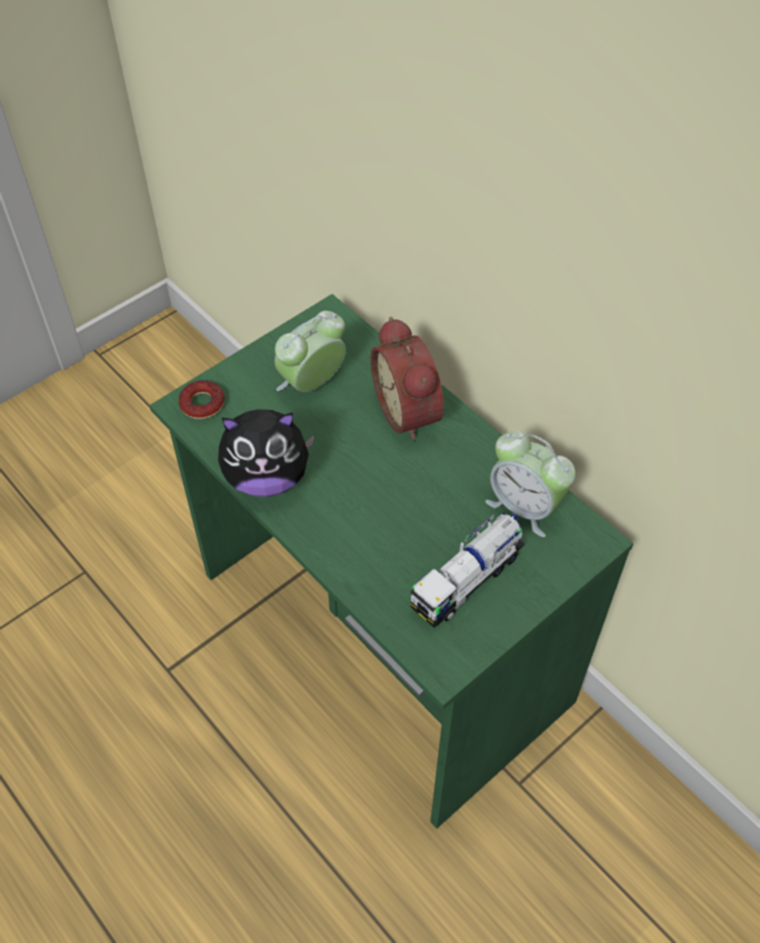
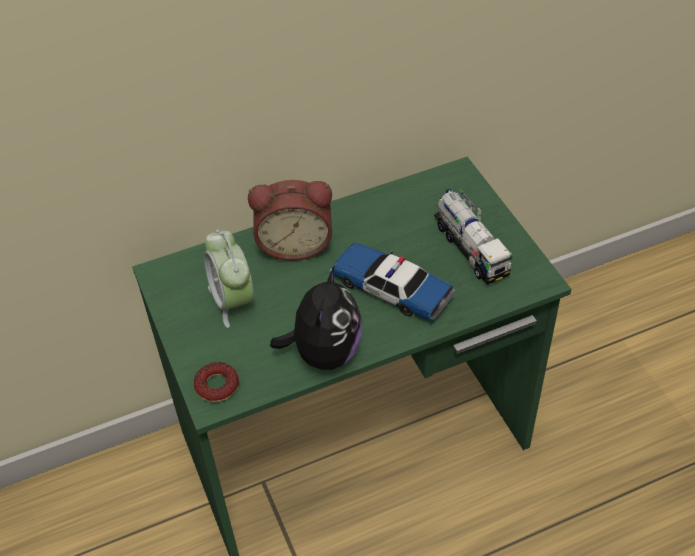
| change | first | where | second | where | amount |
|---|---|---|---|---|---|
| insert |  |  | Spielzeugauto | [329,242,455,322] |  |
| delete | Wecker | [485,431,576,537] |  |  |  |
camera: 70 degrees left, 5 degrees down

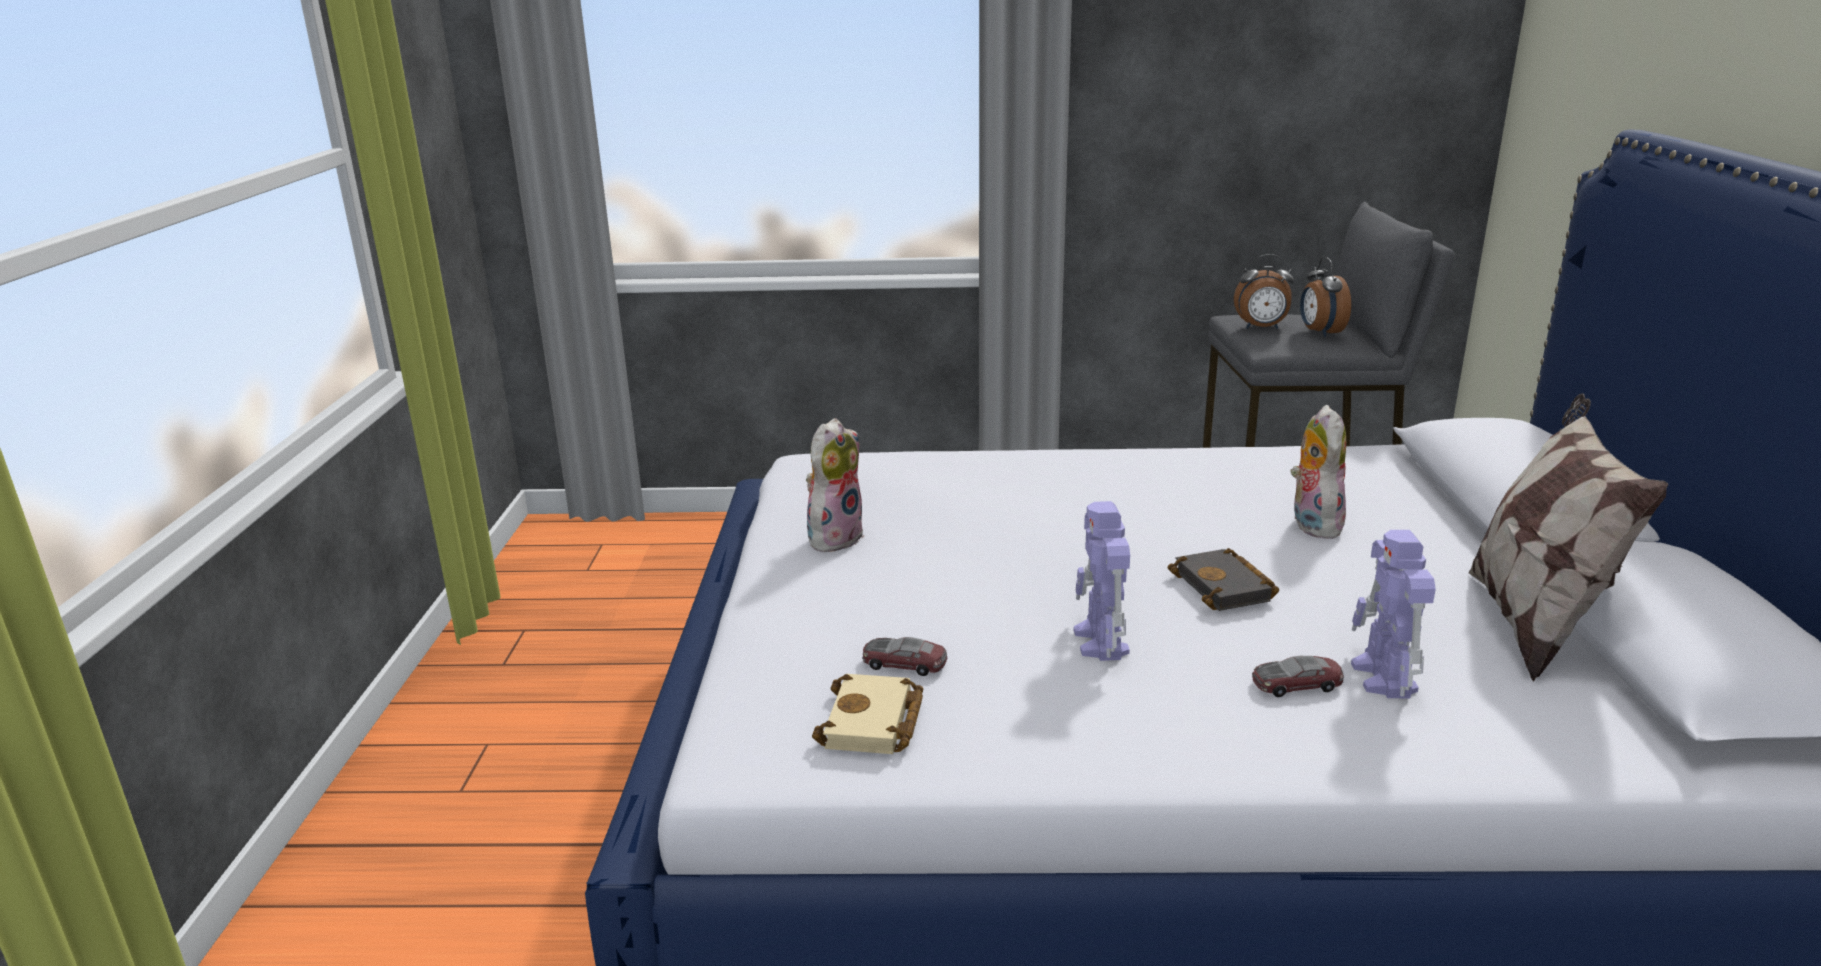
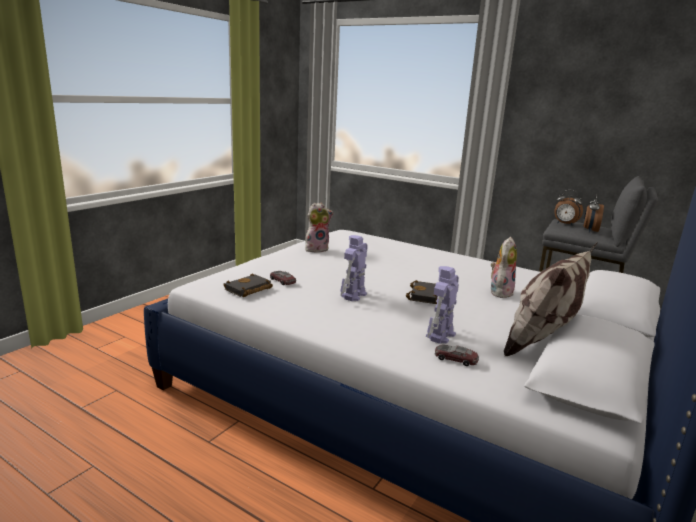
| change | first | where | second | where | amount |
|---|---|---|---|---|---|
| recolor | Buch (beige) | [812,674,923,754] | Buch (schwarz) | [223,273,273,297] |  |
| move | Spielzeugauto | [1252,656,1344,697] |  | [435,345,479,366] |  |
camera: 30 degrees right, 5 degrees down

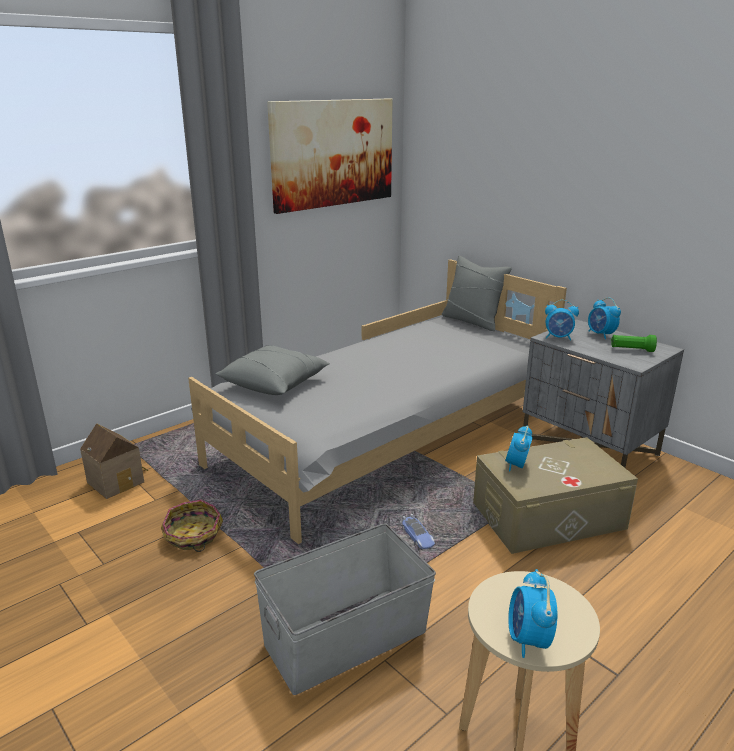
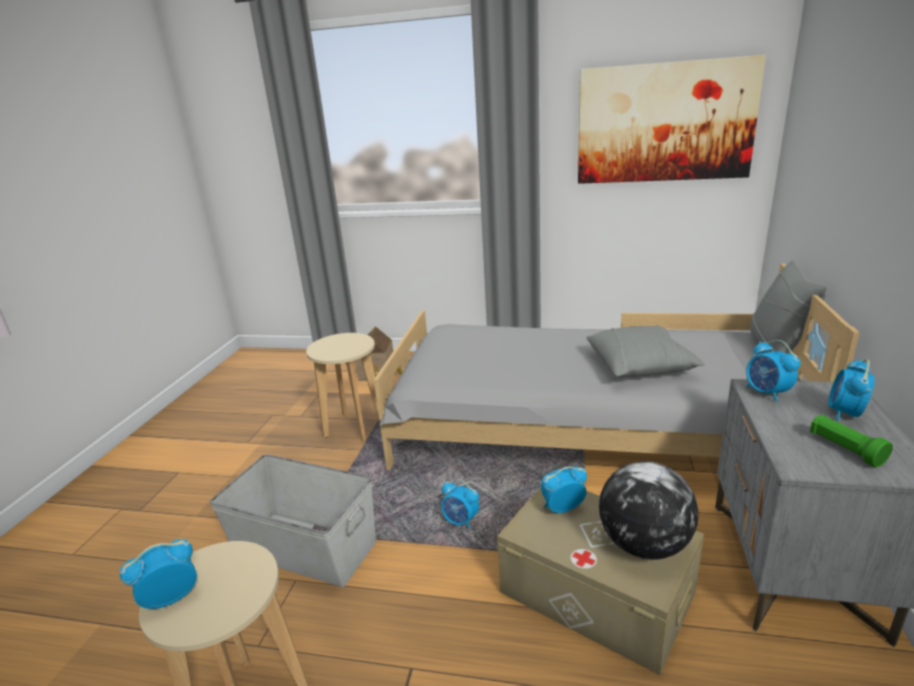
| change | first | where | second | where | amount |
|---|---|---|---|---|---|
| replace | Korb | [161,500,223,552] | Hocker (beige) | [306,333,379,442] |  |
| replace | Spielzeugauto | [402,514,435,549] | Wecker | [441,479,479,528] |  |
| move | Kissen (grau) | [215,345,330,395] |  | [586,325,705,377] |  |
| insert |  |  | Globus | [599,461,698,560] |  |
camera: 55 degrees right, 0 degrees up

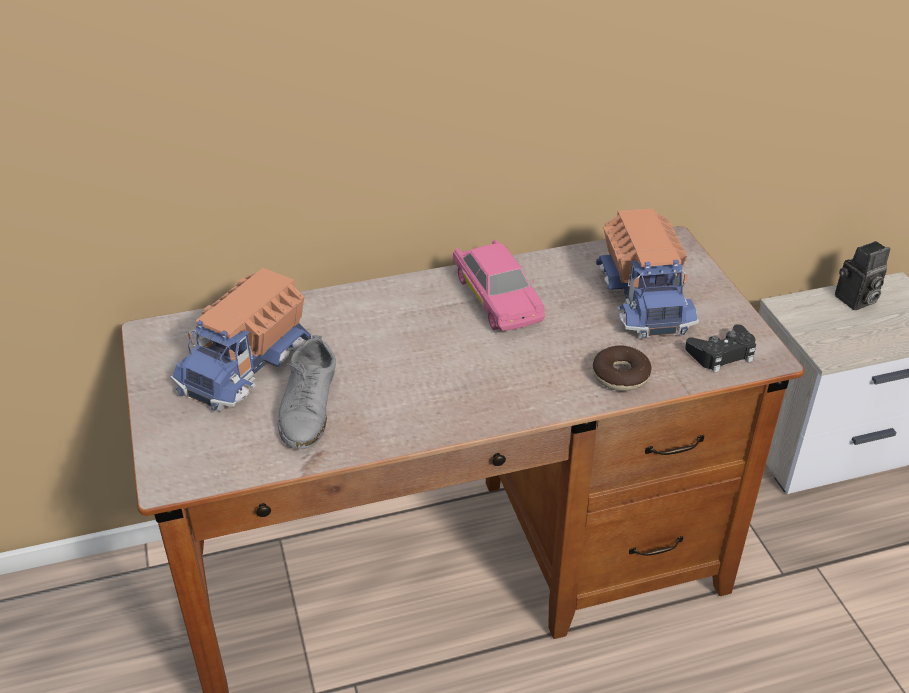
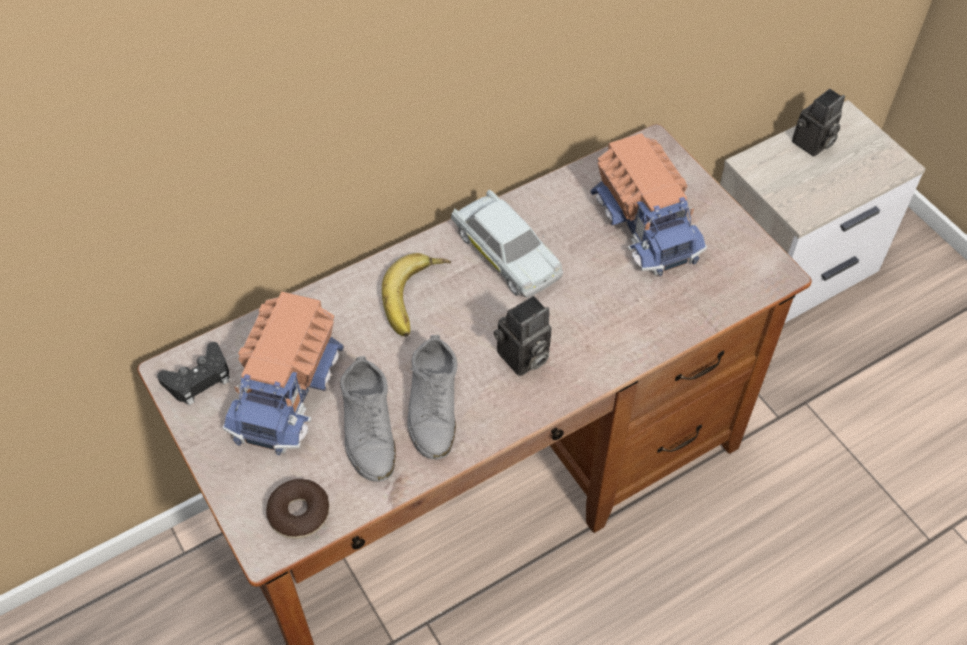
| change | first | where | second | where | amount |
|---|---|---|---|---|---|
| move | Gamepad (schwarz) | [685,324,756,373] |  | [157,342,229,405] |  |
| move | Donut | [592,346,652,391] |  | [266,479,329,539] |  |
| insert |  |  | Banane | [382,253,451,336] |  |
| insert |  |  | Schuh (grau) | [408,335,457,459] |  |
| recolor | Spielzeugauto (rosa) | [453,239,545,331] | Spielzeugauto (weiß) | [451,190,563,298] |  |
| insert |  |  | Kamera | [494,296,552,376] |  |
camera: 15 degrees left, 15 degrees up

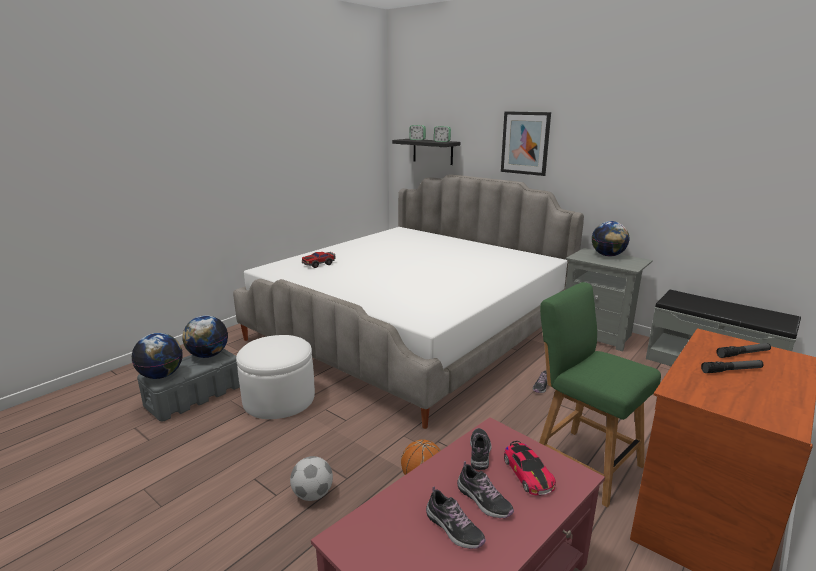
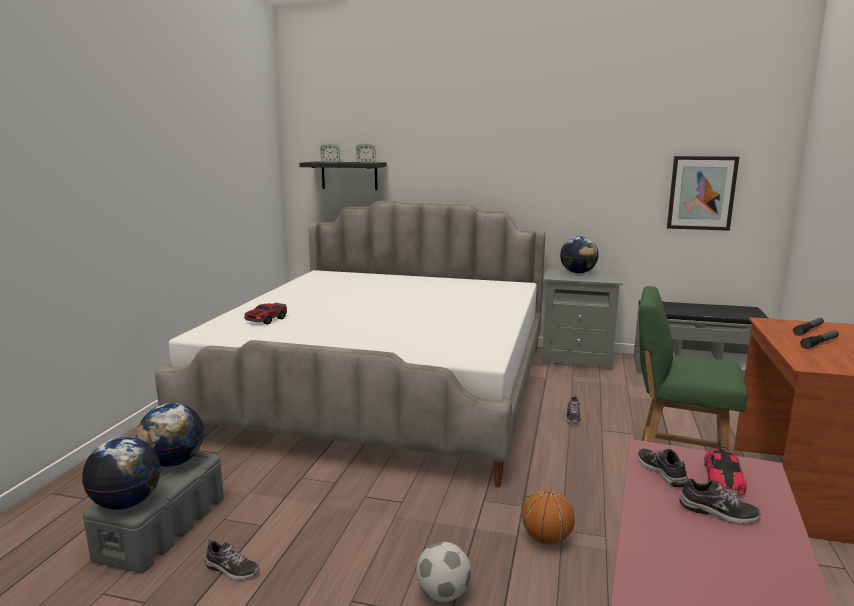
| change | first | where | second | where | amount |
|---|---|---|---|---|---|
| move | Schuh | [426,486,486,549] |  | [205,539,260,580] |  |
| move | Bild | [501,111,551,176] |  | [667,156,739,231] |  |
| rotate | Spielzeugauto | [504,441,556,496] |  | [704,446,747,496] | 60 degrees clockwise |
| delete | Polsterhocker (weiß) | [236,335,315,419] |  |  |  |
camera: 25 degrees left, 5 degrees down

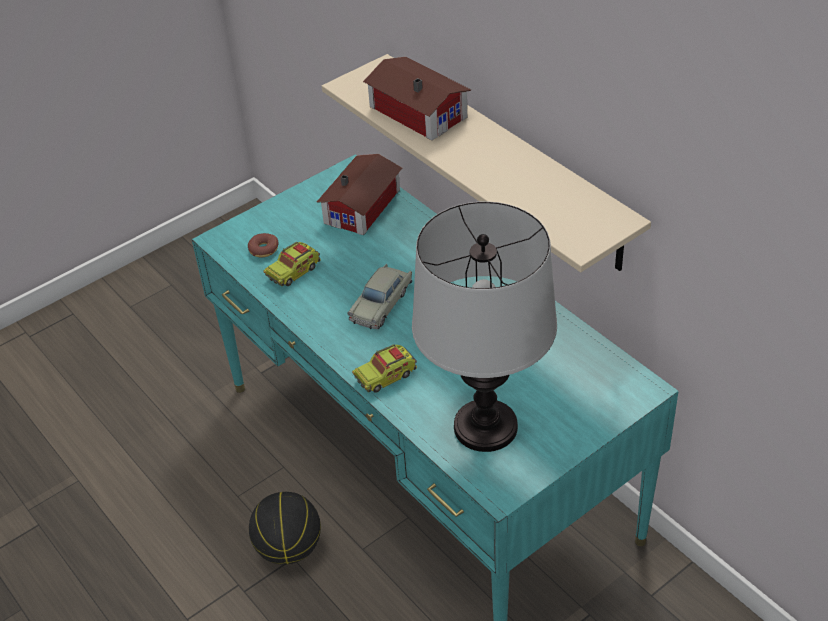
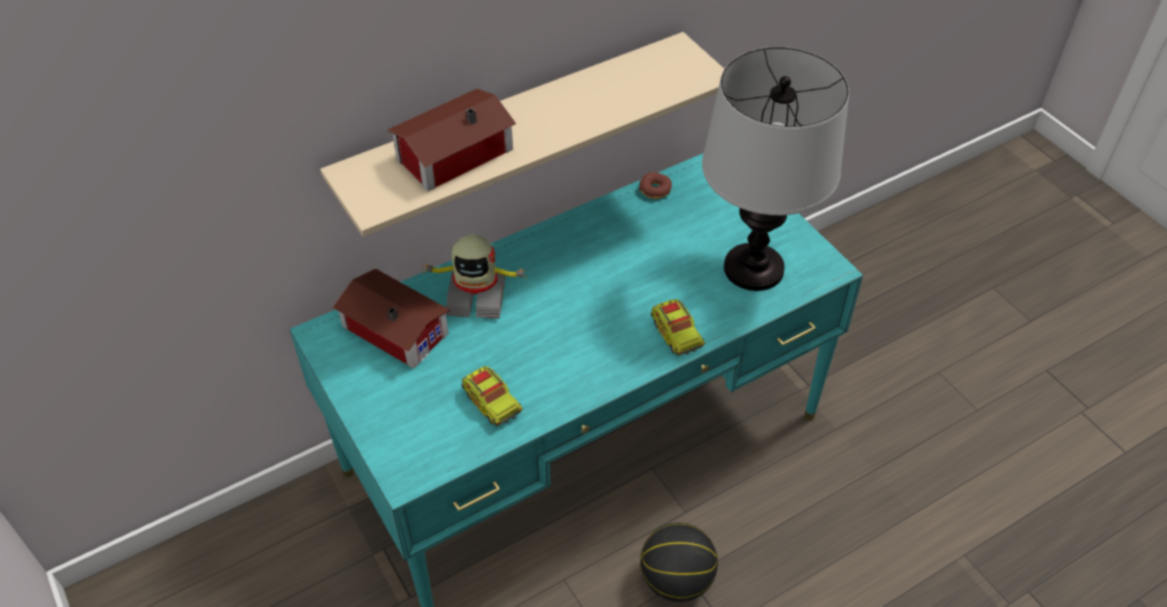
| change | first | where | second | where | amount |
|---|---|---|---|---|---|
| insert |  |  | Spielzeugroboter | [421,235,528,319] |  |
| move | Donut | [248,233,279,257] |  | [639,172,672,199] |  |
| delete | Spielzeugauto (beige) | [347,264,412,329] |  |  |  |
camera: 85 degrees left, 5 degrees up

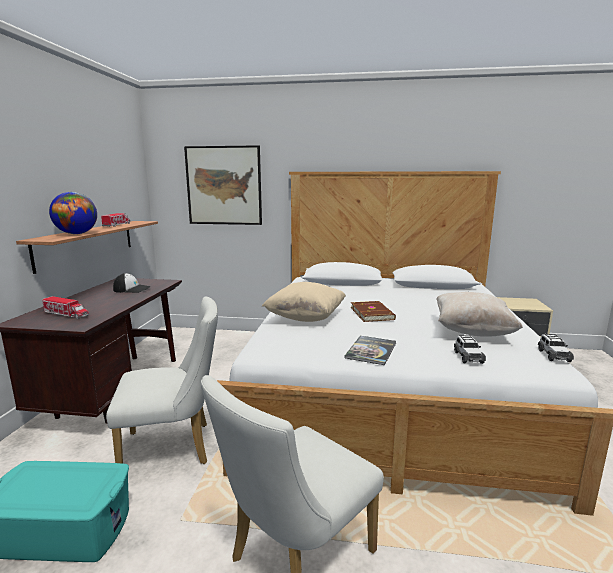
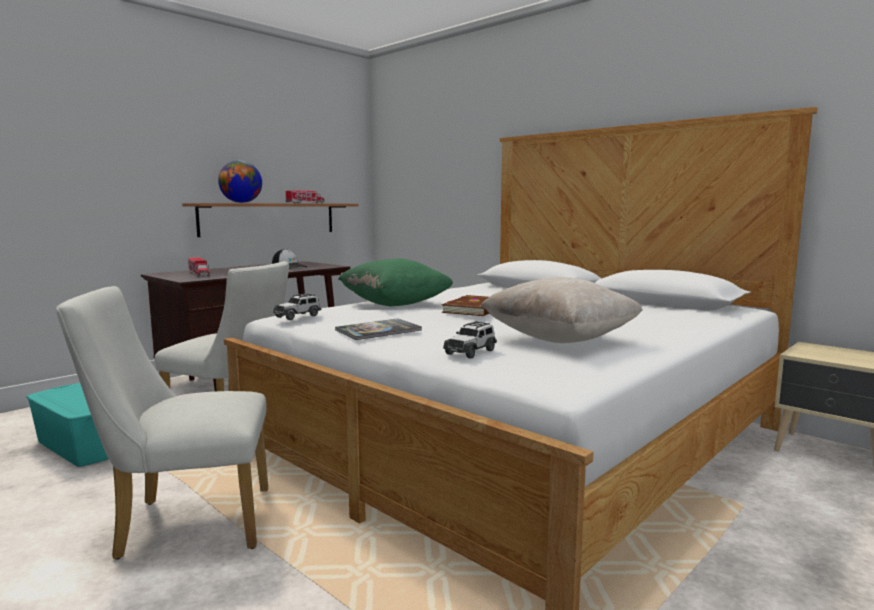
| change | first | where | second | where | amount |
|---|---|---|---|---|---|
| move | Spielzeugauto | [538,334,574,362] |  | [273,293,321,320] |  |
| recolor | Kissen (beige) | [262,282,346,322] | Kissen (grün) | [338,259,453,306] |  |
| delete | Bild | [184,145,262,225] |  |  |  |
camera: 35 degrees right, 5 degrees down

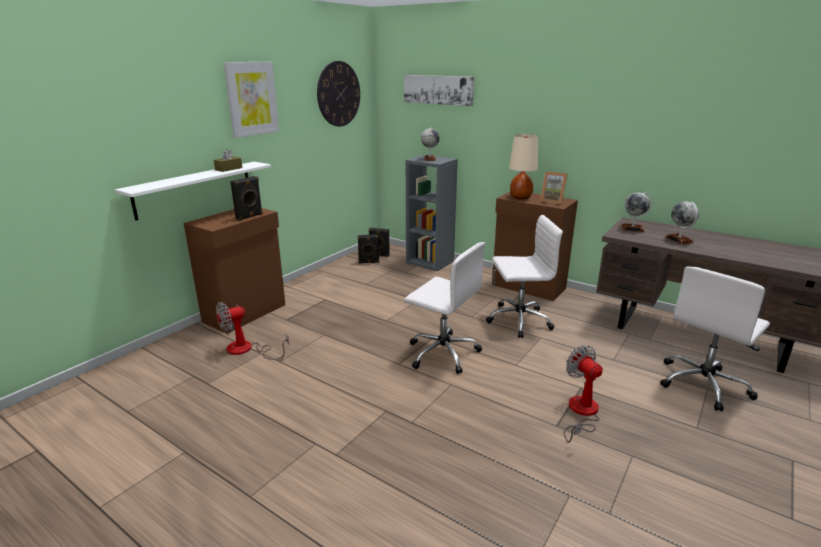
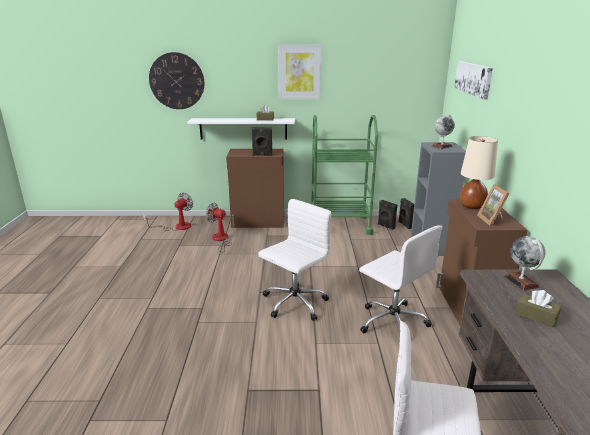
| change | first | where | second | where | amount |
|---|---|---|---|---|---|
| move | Ventilator | [564,345,603,442] |  | [143,193,193,231] |  |
| move | Wanduhr | [317,61,360,127] |  | [149,52,204,109] |  |
| rotate | Bürostuhl (weiß) | [404,242,485,374] |  | [258,199,331,321] | 135 degrees counterclockwise |
| insert |  |  | Rollwagen (grün) | [312,115,378,235] |  |
| replace | Globus | [665,201,699,245] | Taschentuchbox (braun) | [516,290,561,327] |  |
camera: 55 degrees right, 0 degrees up

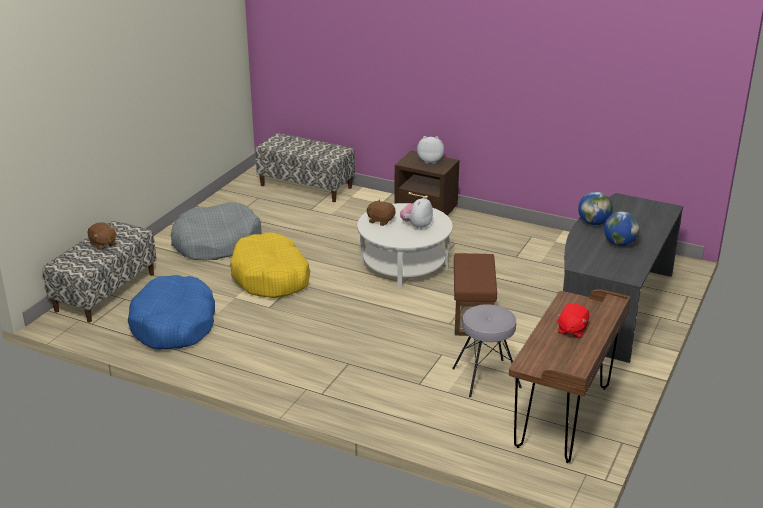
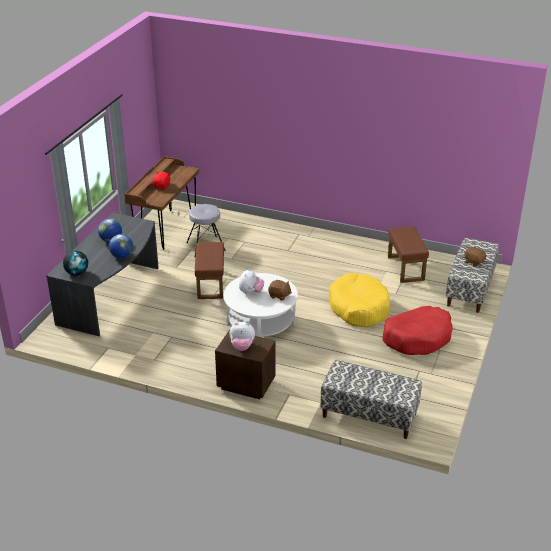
| change | first | where | second | where | amount |
|---|---|---|---|---|---|
| insert |  |  | Globus | [63,251,88,276] |  |
| recolor | Hundebett (grau) | [171,202,262,260] | Hundebett (rot) | [382,306,452,355] |  |
| replace | Hundebett (blau) | [128,275,215,350] | Polsterhocker (braun) | [388,226,429,283] |  |
camera: 175 degrees right, 5 degrees up

